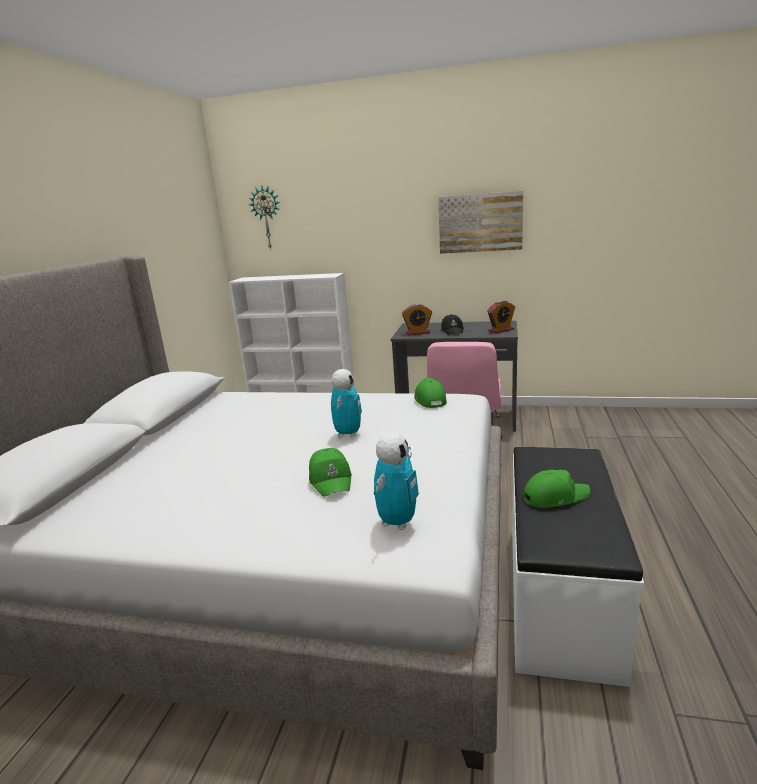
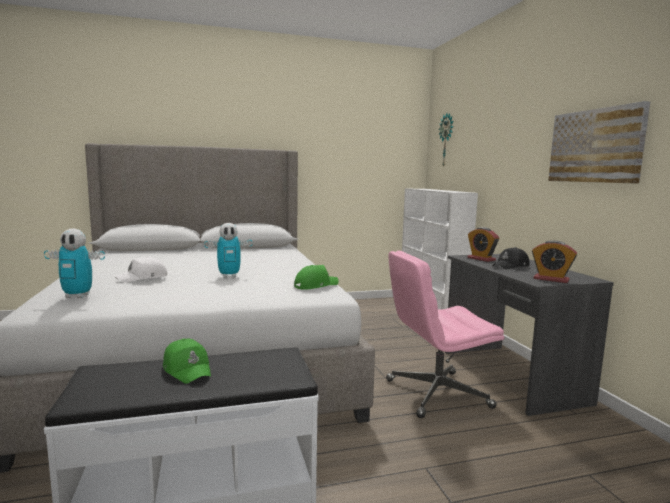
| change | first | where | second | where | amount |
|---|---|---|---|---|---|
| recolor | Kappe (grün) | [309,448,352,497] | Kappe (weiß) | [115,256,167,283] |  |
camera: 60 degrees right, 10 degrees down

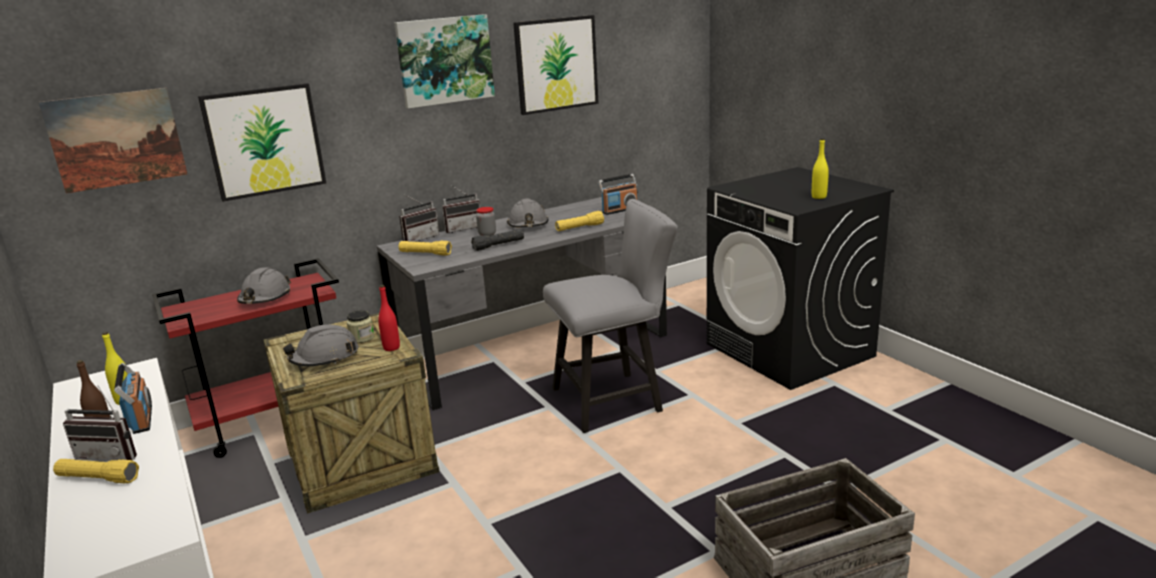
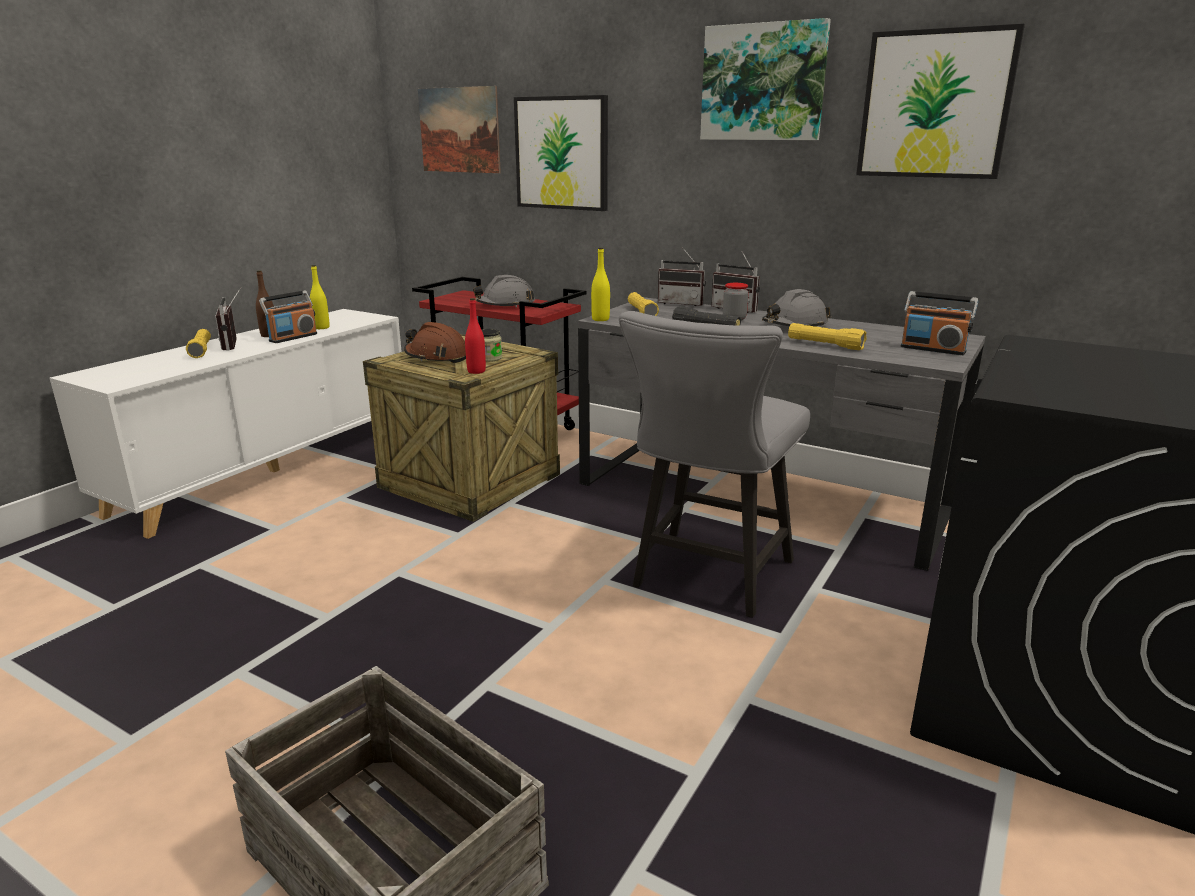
| change | first | where | second | where | amount |
|---|---|---|---|---|---|
| recolor | Schutzhelm (grau) | [283,324,359,366] | Schutzhelm (braun) | [404,322,466,363] |  |
| move | Flasche (gelb) | [812,138,829,199] |  | [591,247,610,321] |  |
| rotate | Stuhl (grau) | [543,199,678,433] |  | [619,311,810,618] | 75 degrees clockwise |
camera: 60 degrees right, 0 degrees up

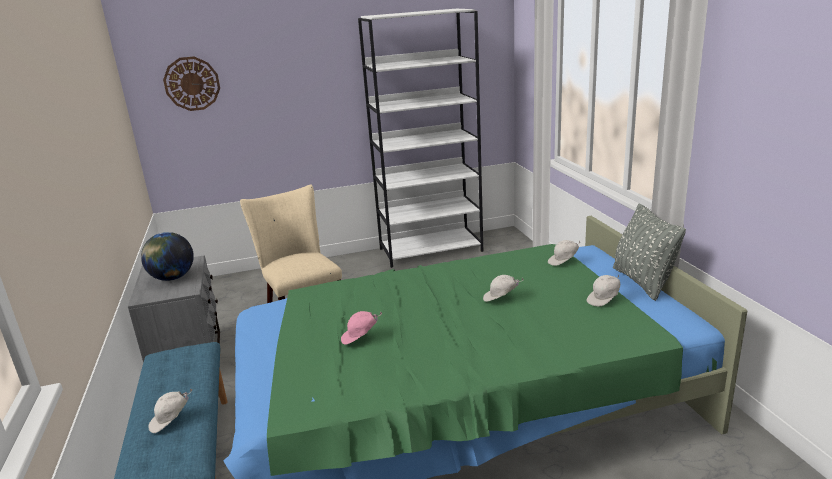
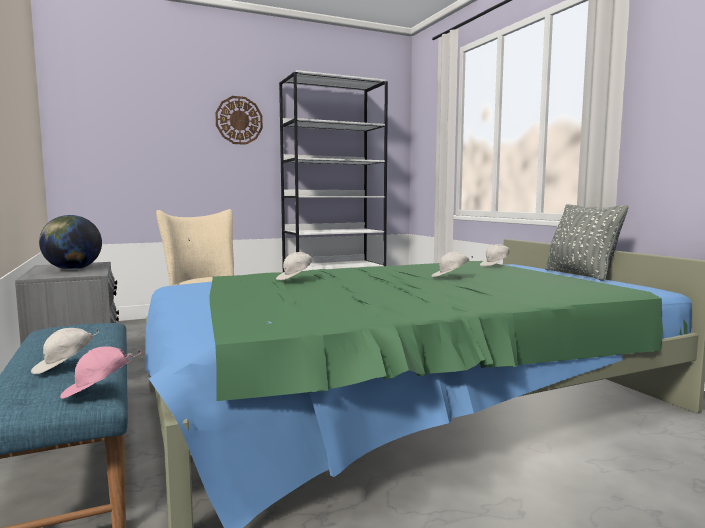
| change | first | where | second | where | amount |
|---|---|---|---|---|---|
| move | Kappe (rosa) | [341,311,382,345] |  | [60,346,142,399] |  |
| move | Wanduhr | [163,56,220,111] |  | [215,96,263,145] |  |
| move | Kappe (weiß) | [586,274,620,307] |  | [276,252,314,280] |  |
camera: 10 degrees left, 15 degrees down

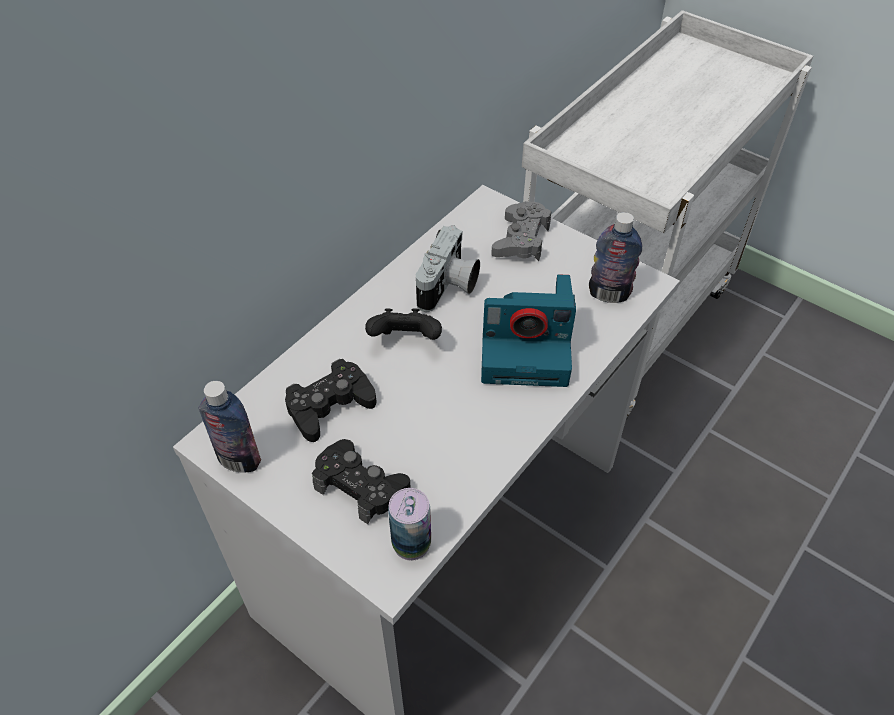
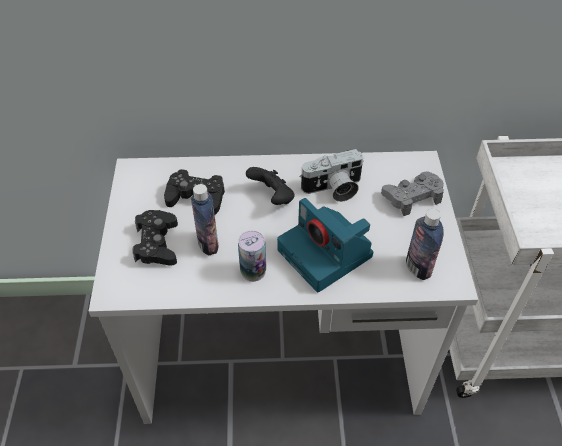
| change | first | where | second | where | amount |
|---|---|---|---|---|---|
| move | Flasche | [198,381,261,472] |  | [191,184,219,255] |  |
| move | Dose | [388,488,431,561] |  | [238,231,266,282] |  |
camera: 50 degrees right, 0 degrees up

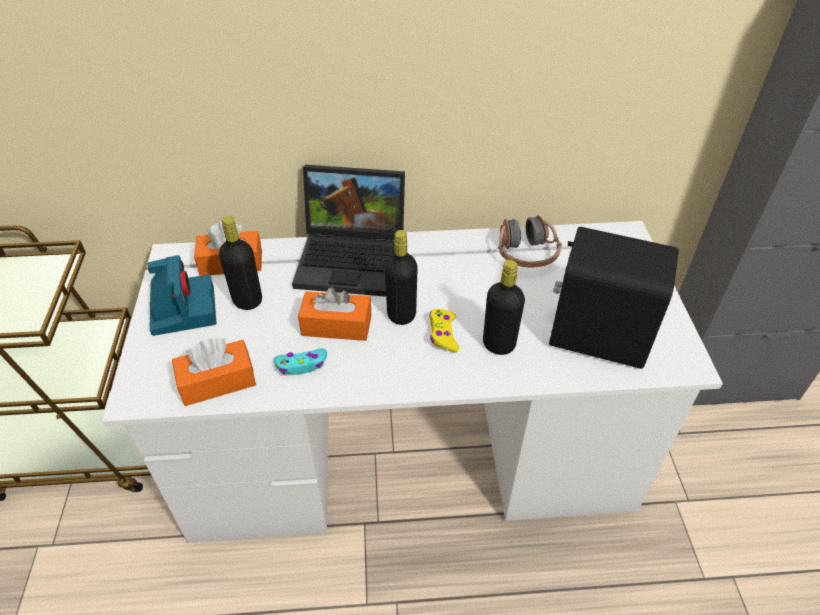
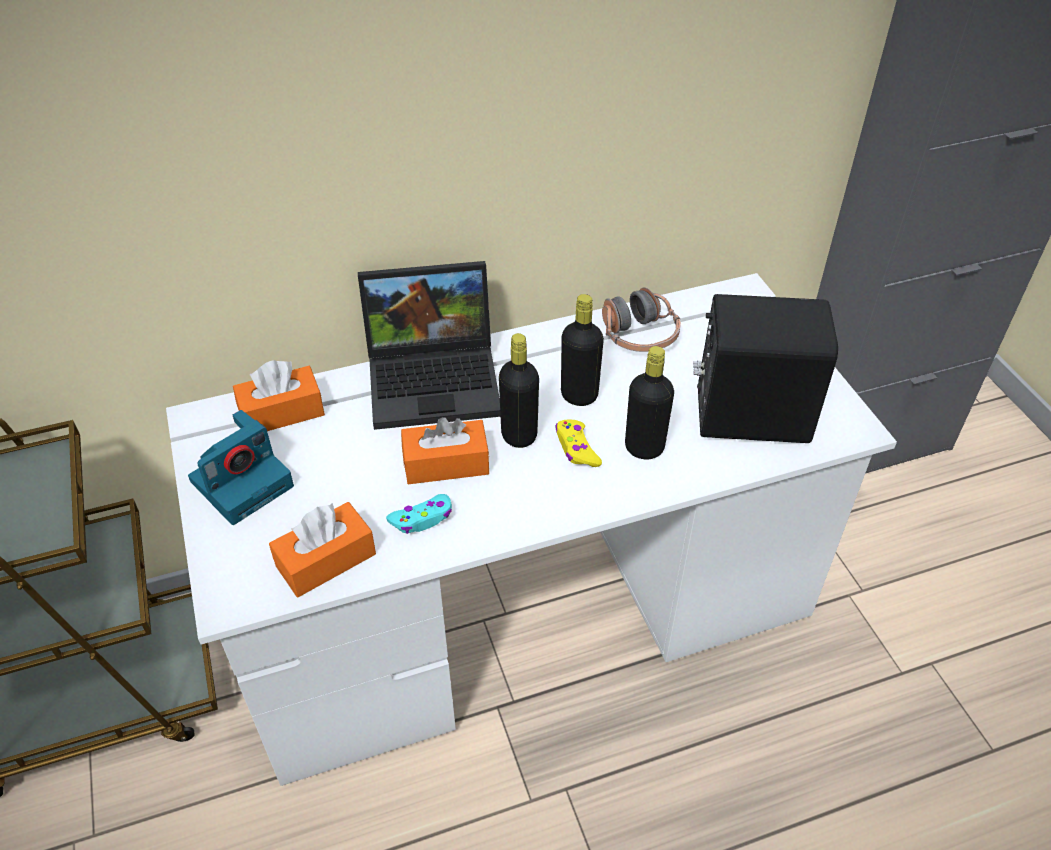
| change | first | where | second | where | amount |
|---|---|---|---|---|---|
| rotate | Kamera | [147,255,216,336] |  | [188,410,294,525] | 75 degrees clockwise |
| move | Flasche (schwarz) | [219,216,262,310] |  | [561,294,604,406] |  |
camera: 15 degrees left, 0 degrees up

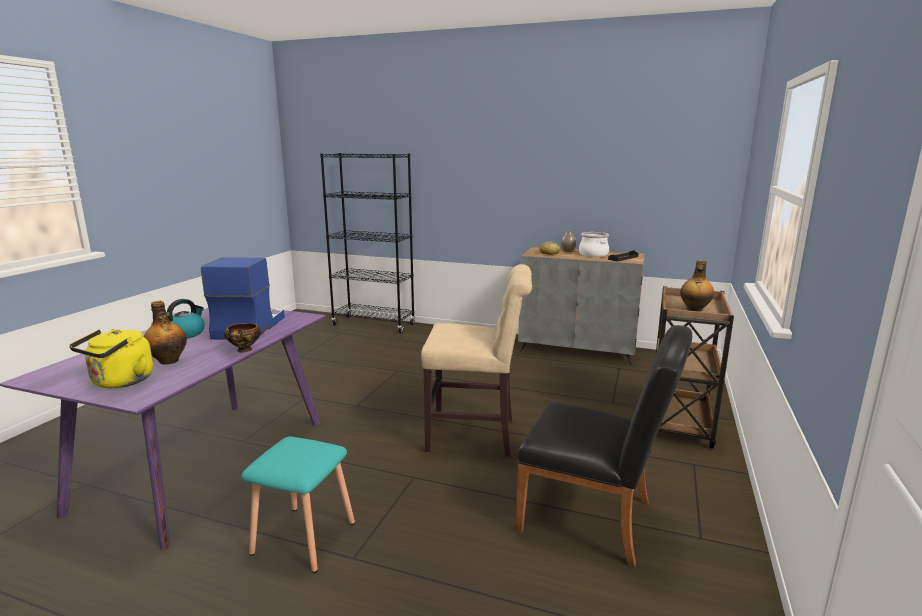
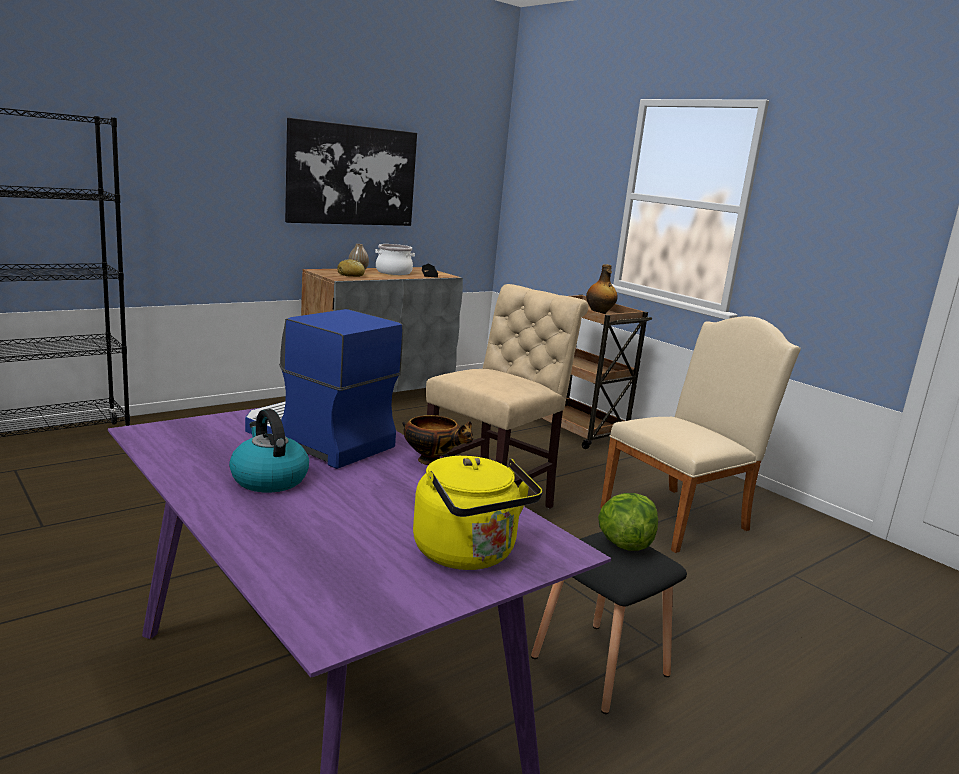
| change | first | where | second | where | amount |
|---|---|---|---|---|---|
| insert |  |  | Bild | [285,118,417,226] |  |
| recolor | Hocker (türkis) | [241,437,355,573] | Hocker (schwarz) | [531,532,687,714] |  |
| insert |  |  | Salatkopf | [598,493,658,550] |  |
| recolor | Stuhl (schwarz) | [515,325,692,567] | Stuhl (beige) | [601,316,801,553] |  |
| delete | Flasche | [143,301,187,365] |  |  |  |
camera: 60 degrees left, 0 degrees up

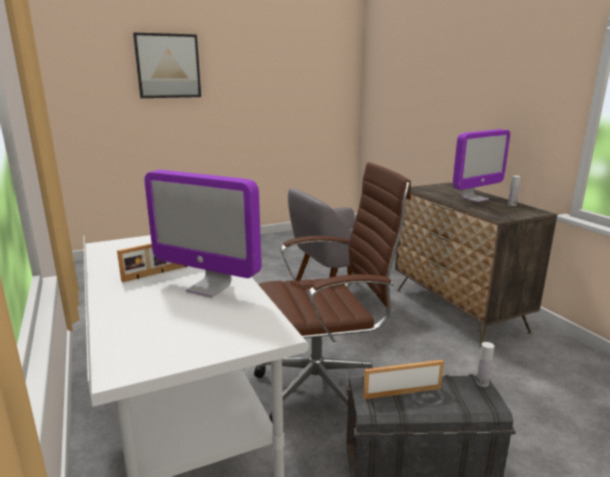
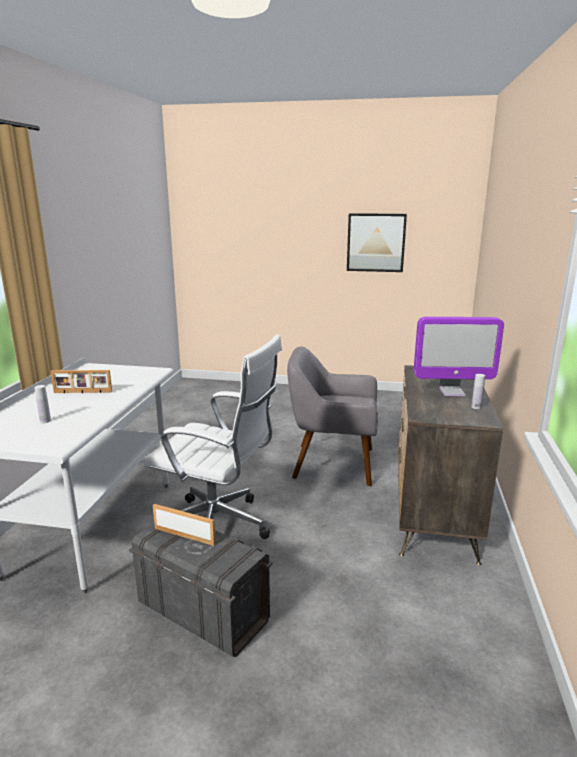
| change | first | where | second | where | amount |
|---|---|---|---|---|---|
| move | Flasche (weiß) | [476,342,494,387] |  | [34,385,51,423] |  |
| recolor | Bürostuhl (braun) | [254,162,411,423] | Bürostuhl (weiß) | [142,335,282,539] |  |
| move | Bild | [133,32,201,98] |  | [347,213,407,272] |  |
| delete | Monitor | [144,170,261,298] |  |  |  |
camera: 35 degrees right, 0 degrees up

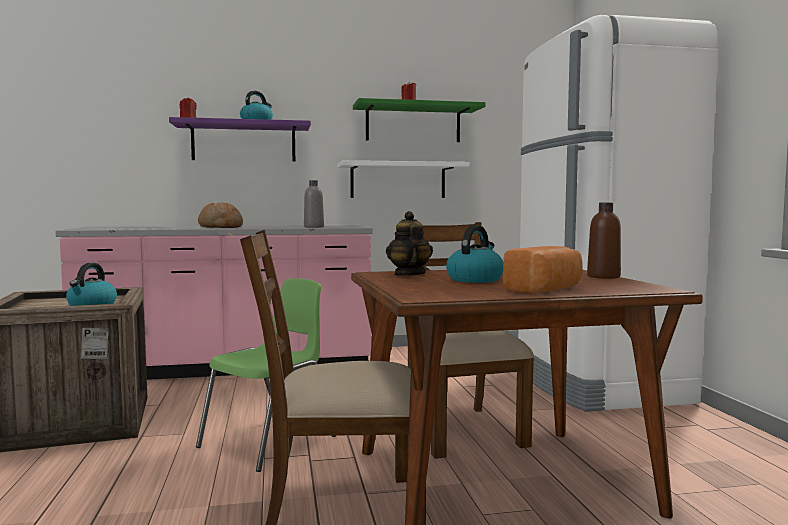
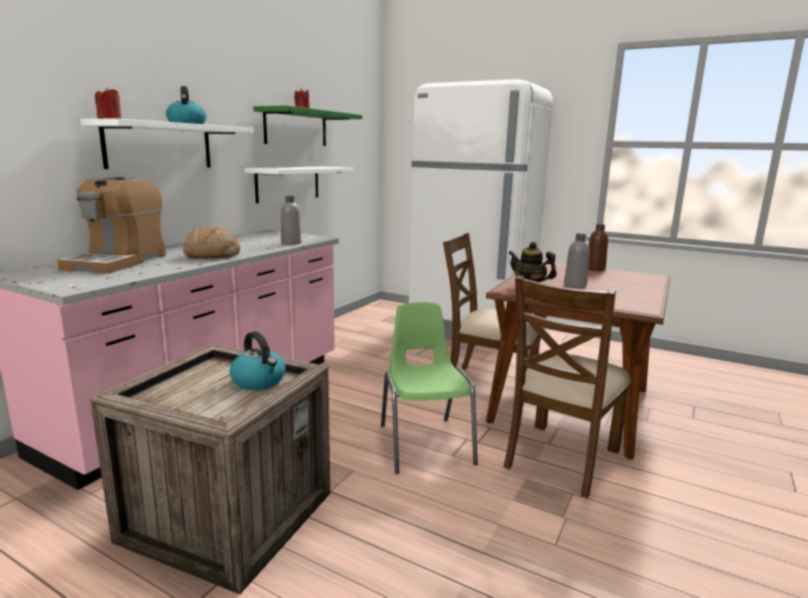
| change | first | where | second | where | amount |
|---|---|---|---|---|---|
| insert |  |  | Kaffeemaschine | [57,176,166,274] |  |
| recolor | Wandregal (lila) | [169,117,311,161] | Wandregal (weiß) | [80,118,254,169] |  |
| replace | Wasserkessel | [446,225,503,283] | Flasche (grau) | [564,234,590,287] |  |
| delete | Brot | [503,246,583,294] |  |  |  |
camera: 50 degrees left, 10 degrees up

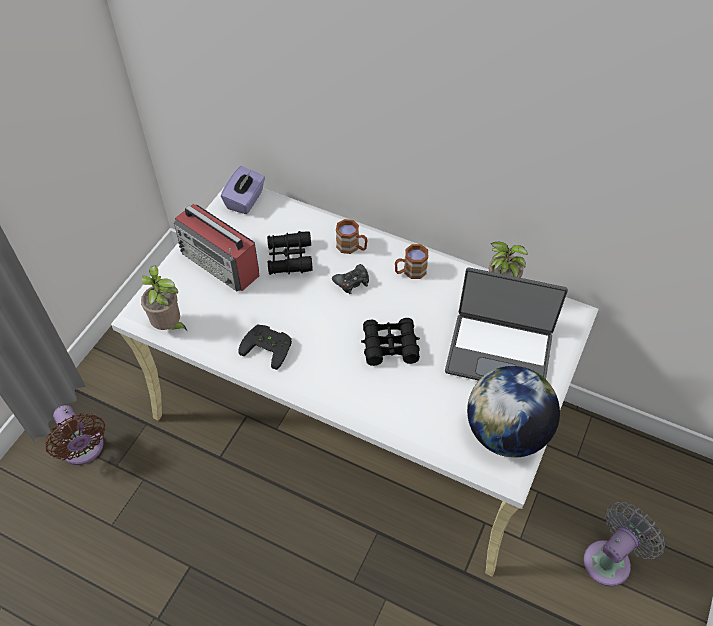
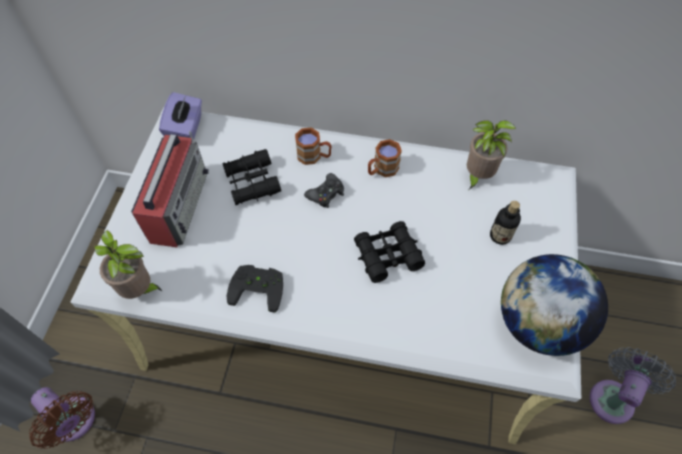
| change | first | where | second | where | amount |
|---|---|---|---|---|---|
| rotate | Radio | [174,204,259,291] |  | [131,131,209,247] | 105 degrees counterclockwise |
| replace | Laptop | [445,268,568,381] | Flasche | [490,201,521,245] |  |
camera: 15 degrees left, 5 degrees up

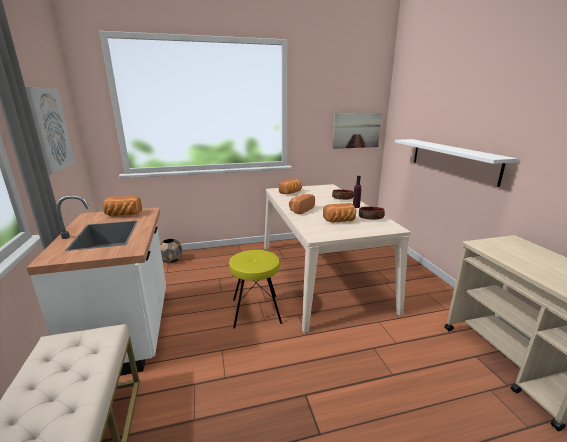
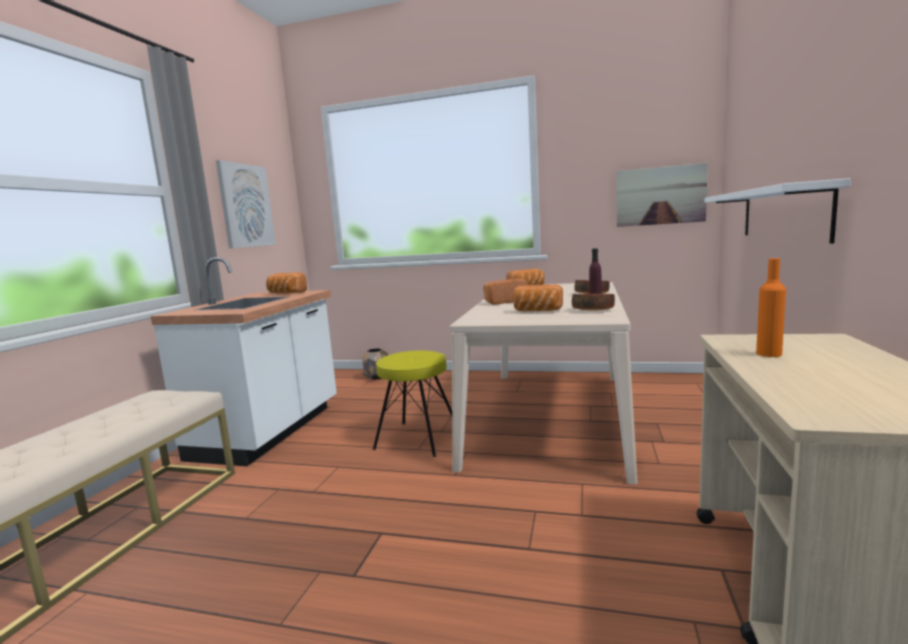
| change | first | where | second | where | amount |
|---|---|---|---|---|---|
| insert |  |  | Flasche (orange) | [756,258,786,357] |  |
camera: 30 degrees right, 10 degrees down

